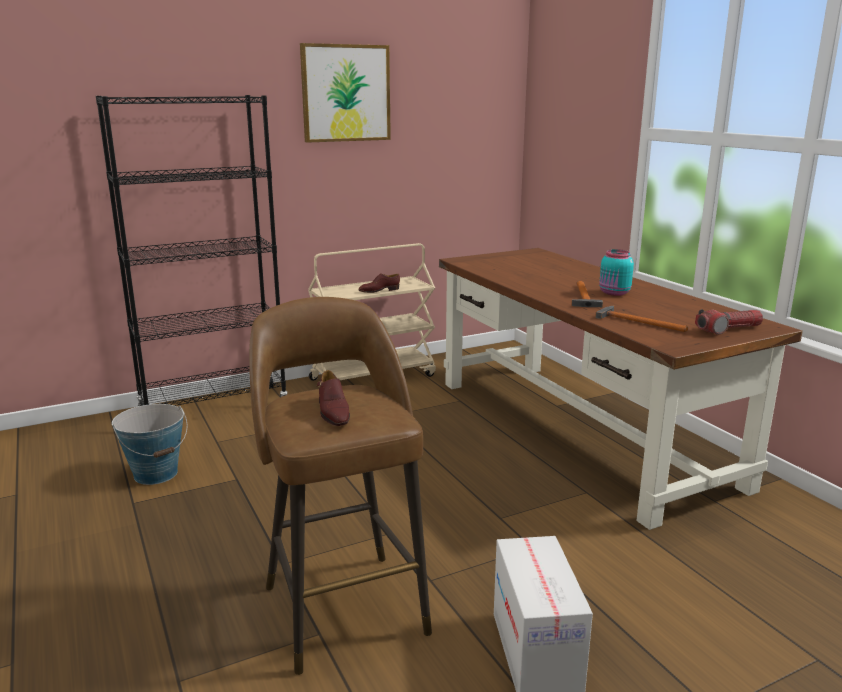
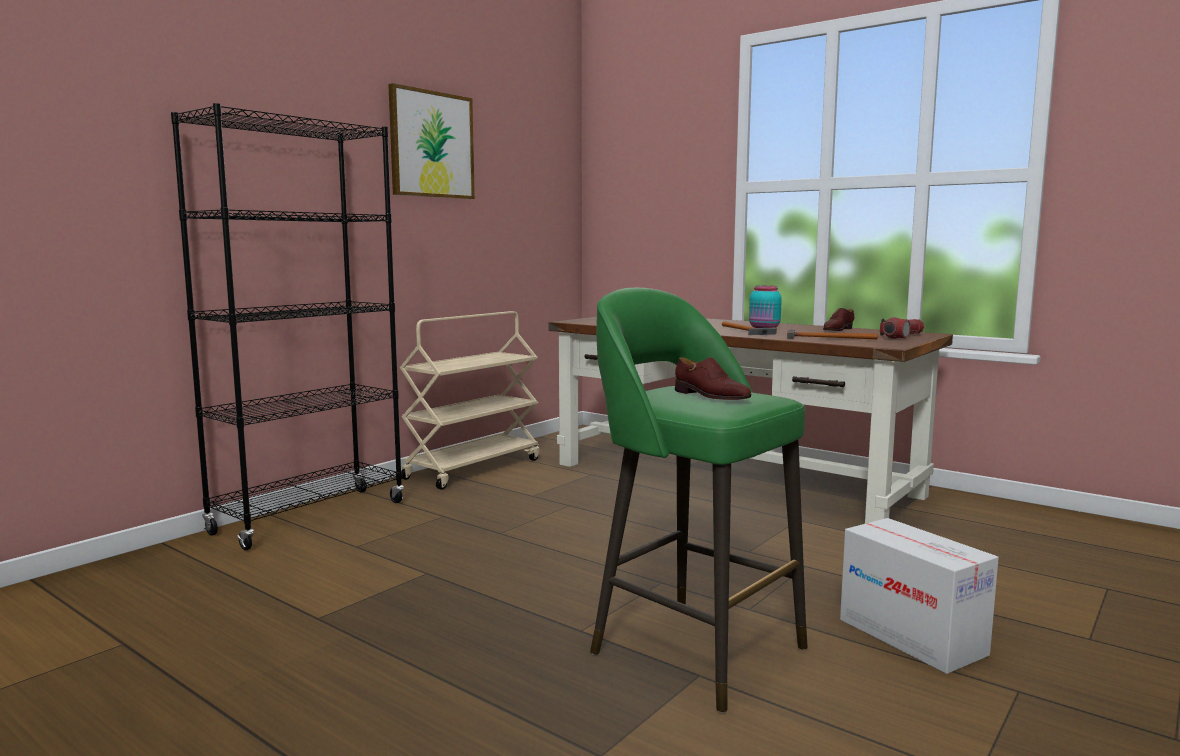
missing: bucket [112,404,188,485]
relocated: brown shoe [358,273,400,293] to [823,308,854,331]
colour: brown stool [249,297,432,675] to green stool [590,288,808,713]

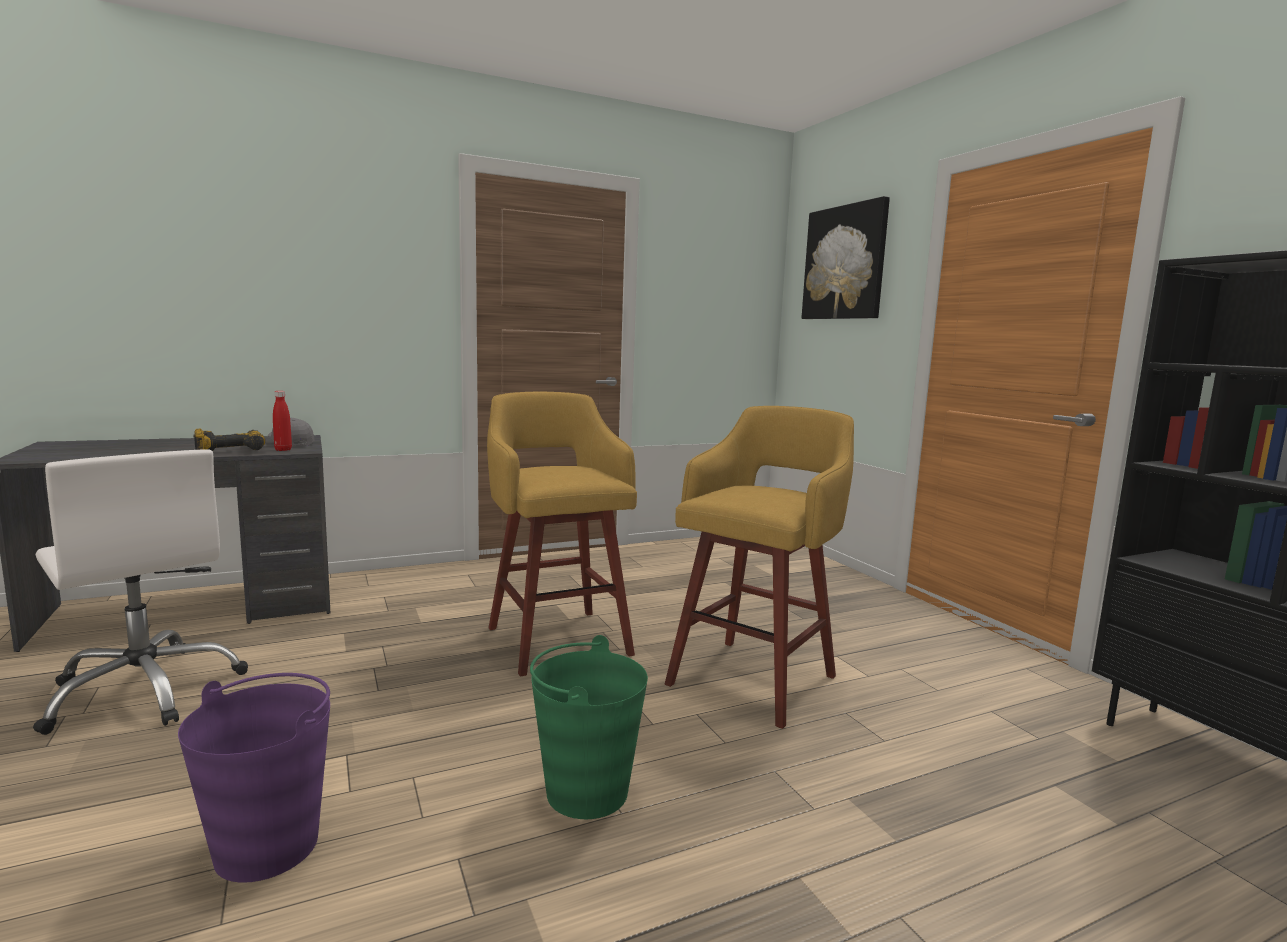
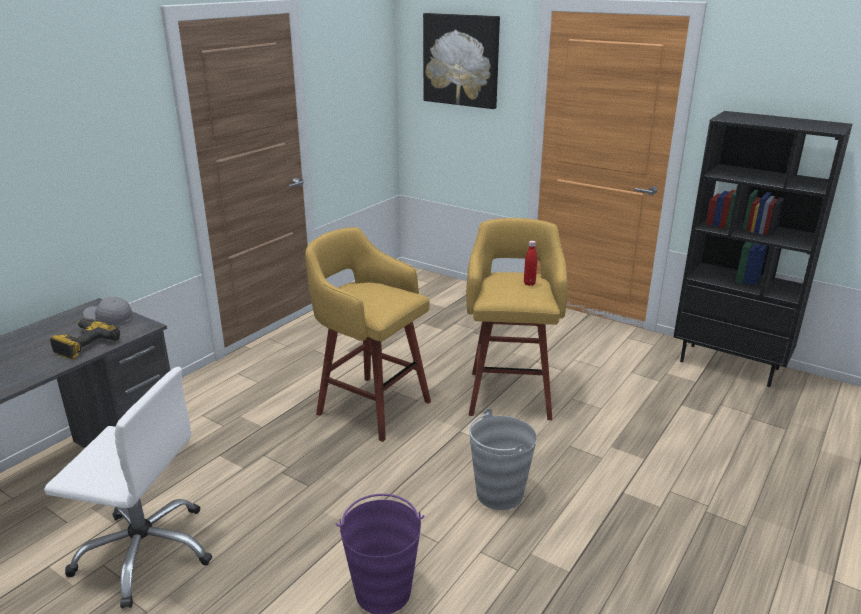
relocated: red bottle [273,391,292,451] to [524,241,537,286]
colour: green bucket [530,635,648,819] to grey bucket [469,409,537,510]

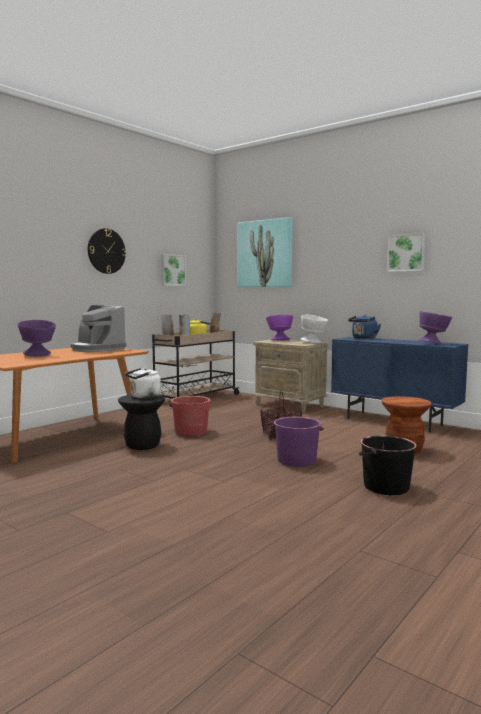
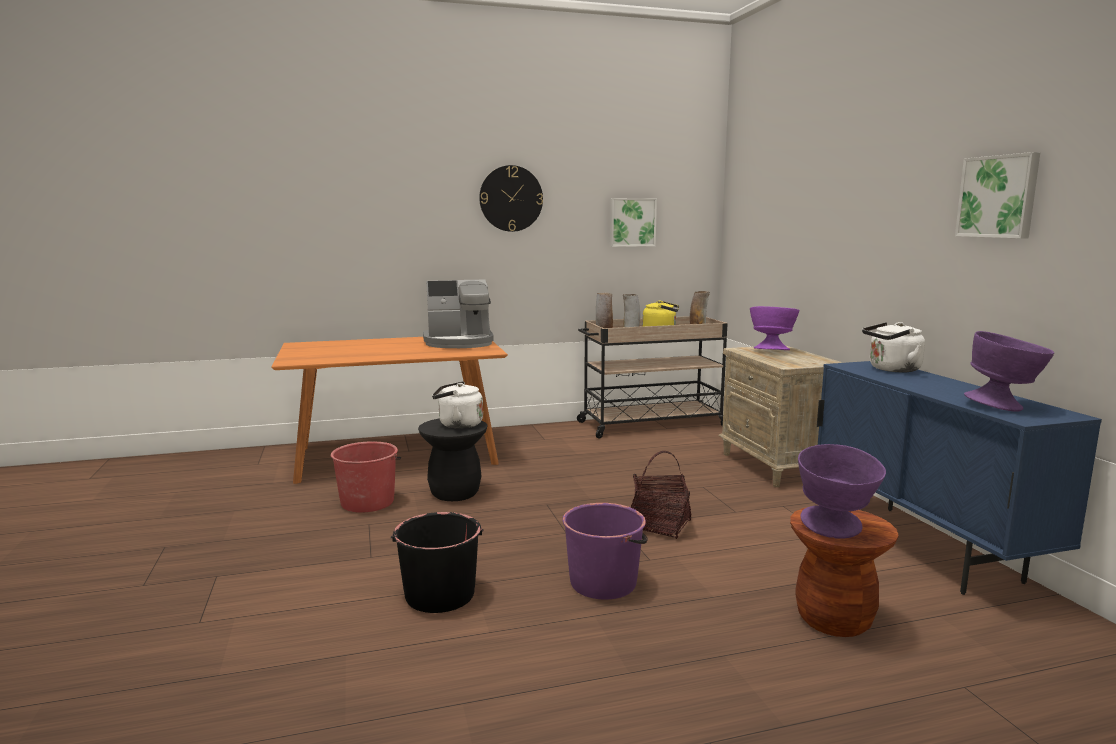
missing: picture [237,217,293,287]; white bowl [301,315,328,343]
relocated: purple bowl [18,320,56,357] to [798,444,886,539]; red bucket [169,396,211,436] to [331,441,401,513]; black bucket [359,435,417,495] to [391,512,484,613]
colour: blue kettle [348,315,381,339] to white kettle [862,322,925,373]
spun: coffee machine [71,305,126,352] = [423,280,494,348] 90 degrees counterclockwise

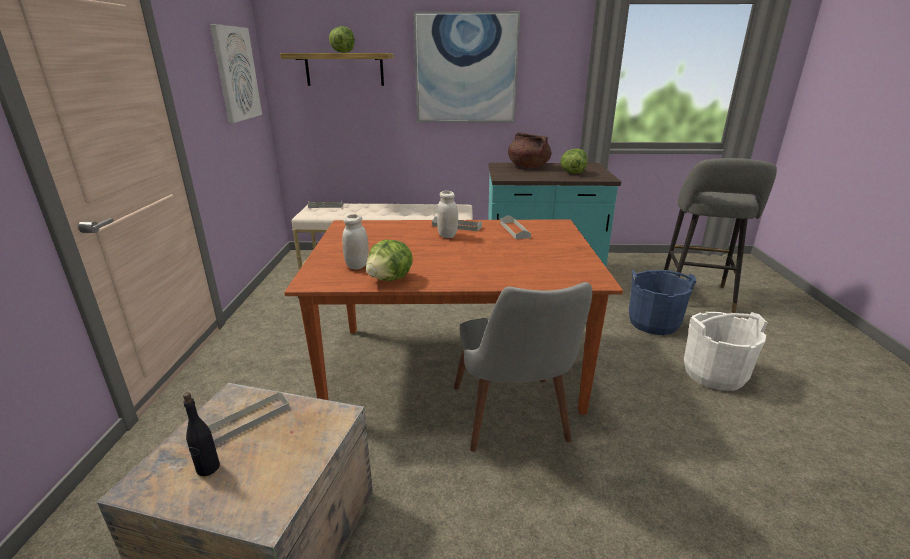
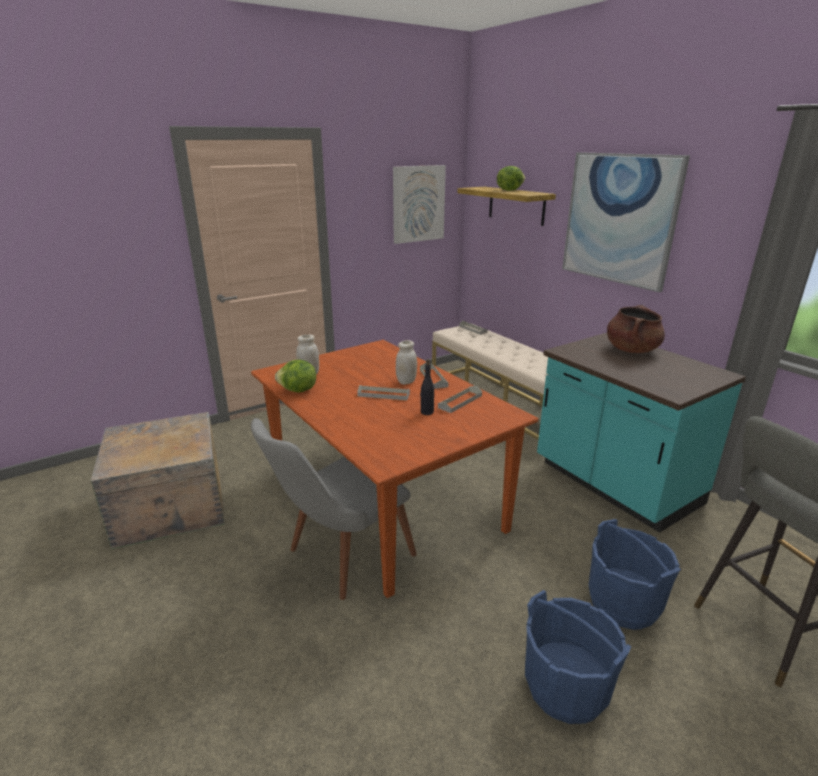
missing: lettuce [561,149,587,174]
relocated: black bottle [183,392,220,476] to [420,359,434,415]; grey tray [208,392,290,446] to [357,385,410,400]
colour: white bucket [684,312,768,391] to blue bucket [525,590,631,724]

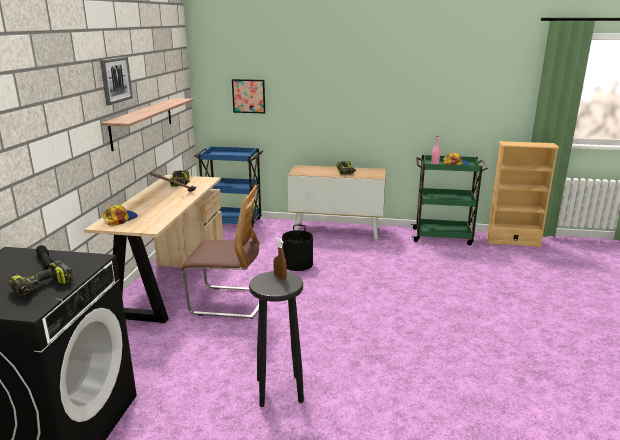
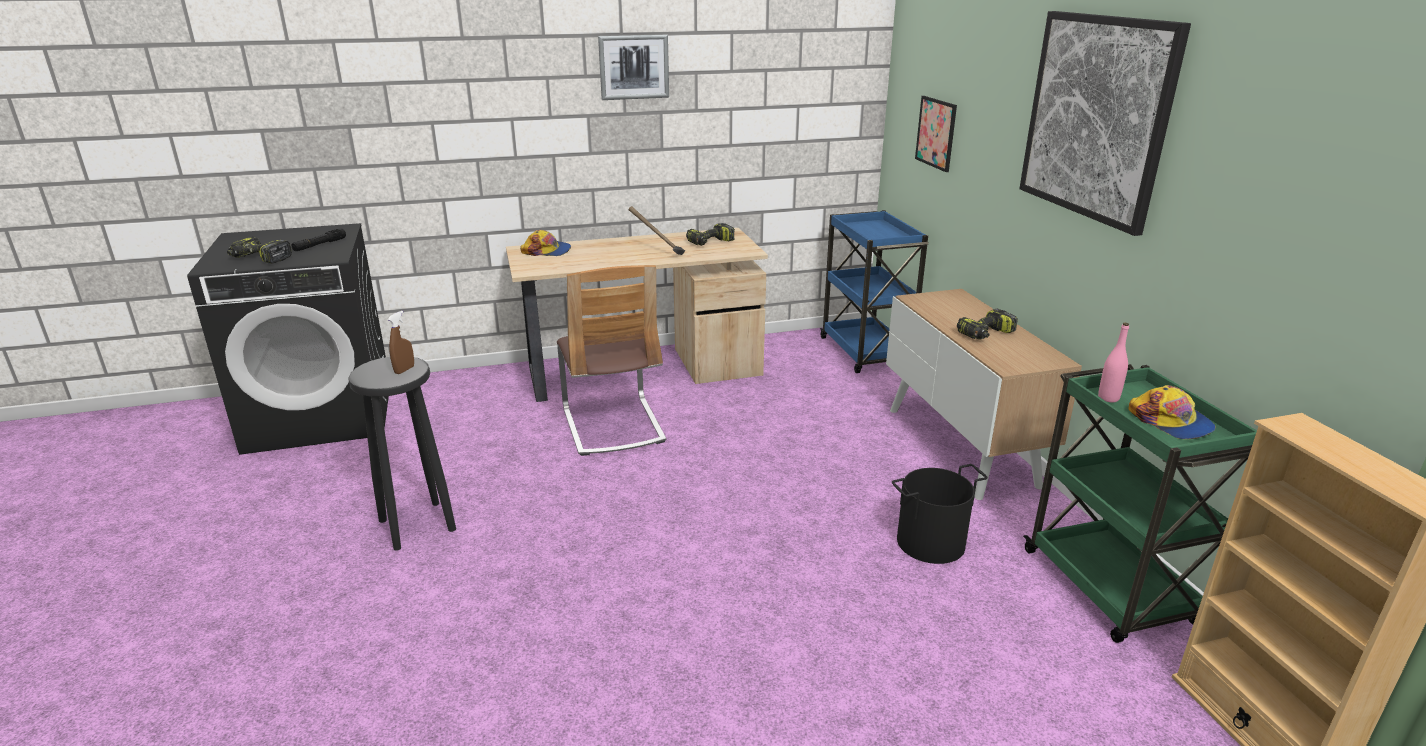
missing: shelf [101,98,193,151]
appeared: picture [1019,11,1191,236]
relocated: black bucket [282,225,313,271] to [892,464,988,564]

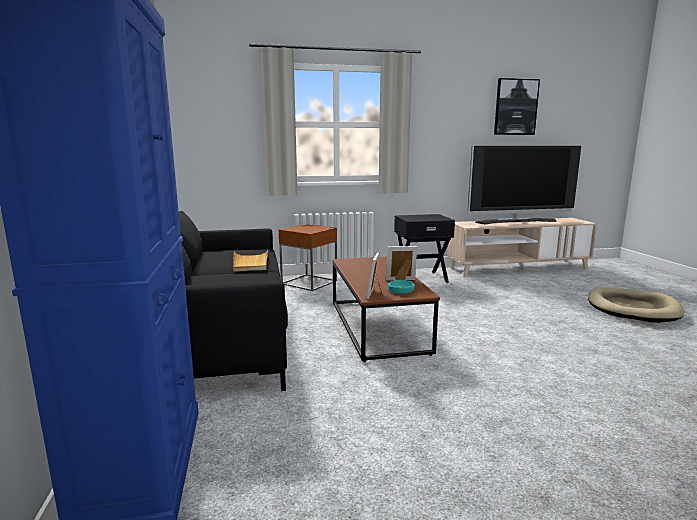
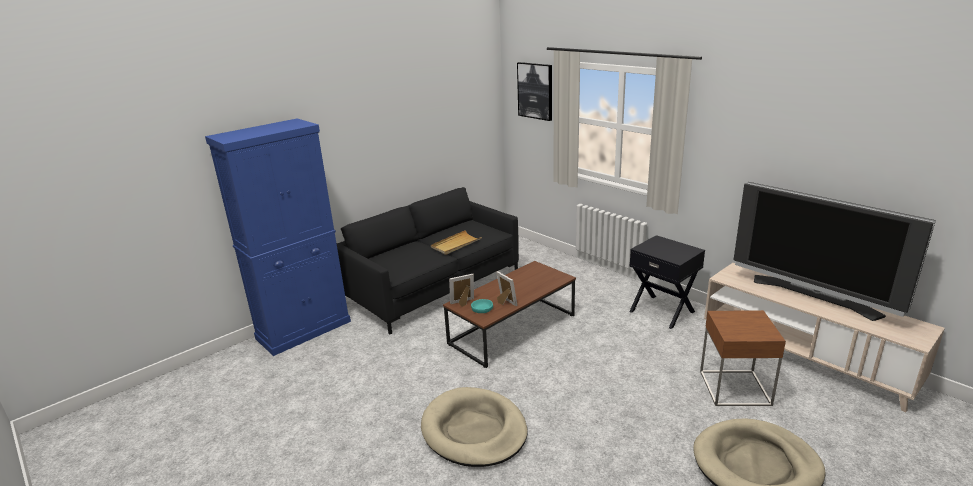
appeared: beige dog bed [421,387,528,467]
relocated: picture [494,78,540,135] to [517,62,552,121]; brown side table [279,224,337,291] to [700,310,786,406]

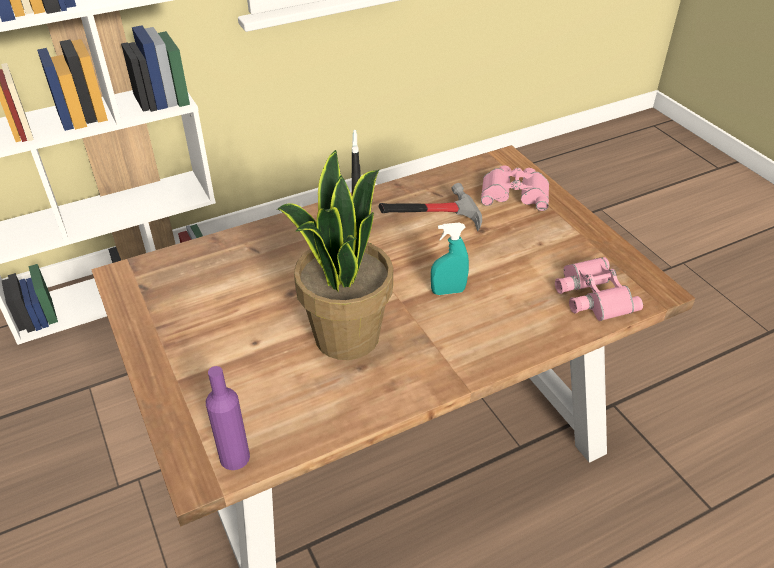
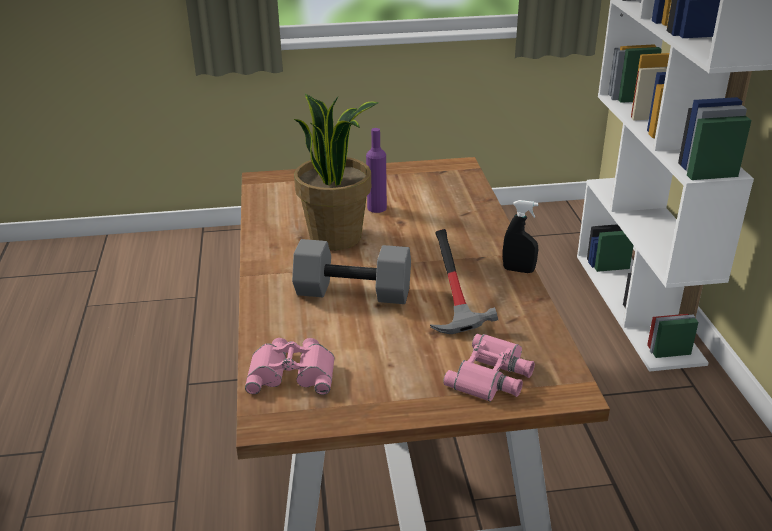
relocated: purple bottle [206,366,250,470] to [366,128,387,213]
exchanged: turquoise spray bottle [431,223,469,295] to grey dumbbell [292,239,411,304]

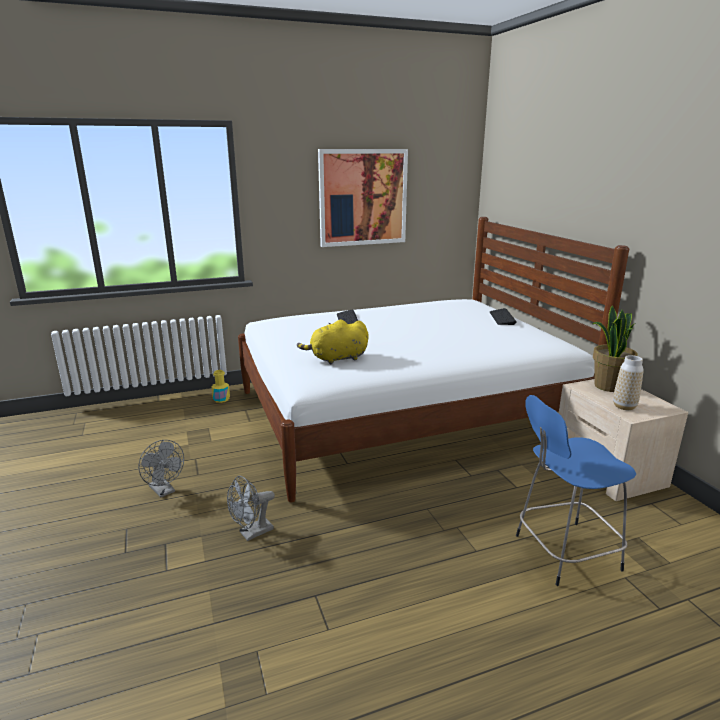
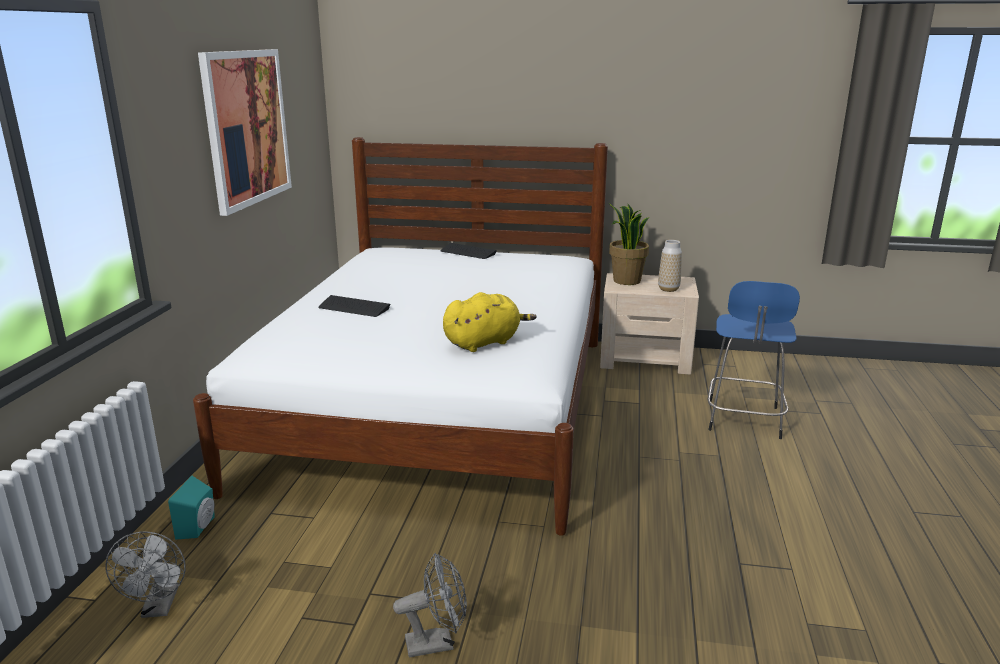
relocated: grey fan [227,476,275,541] to [105,531,186,618]
exchanged: yellow bottle [212,370,230,403] to turquoise speaker [168,476,215,540]
spun: yellow plush toy [297,320,368,364] = [443,292,536,352] 135 degrees counterclockwise

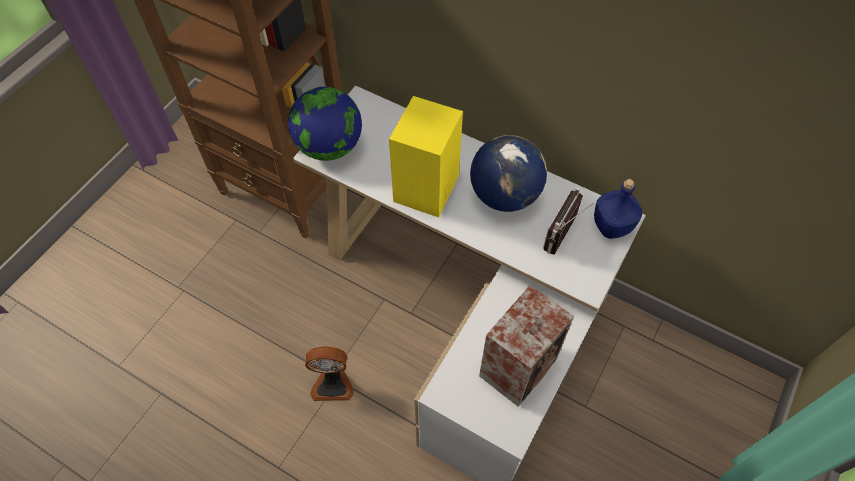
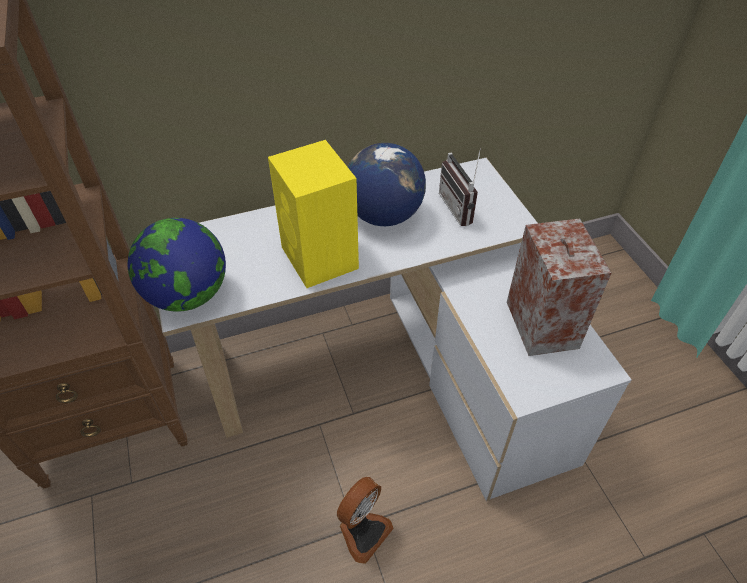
missing: blue bottle [594,179,642,239]

